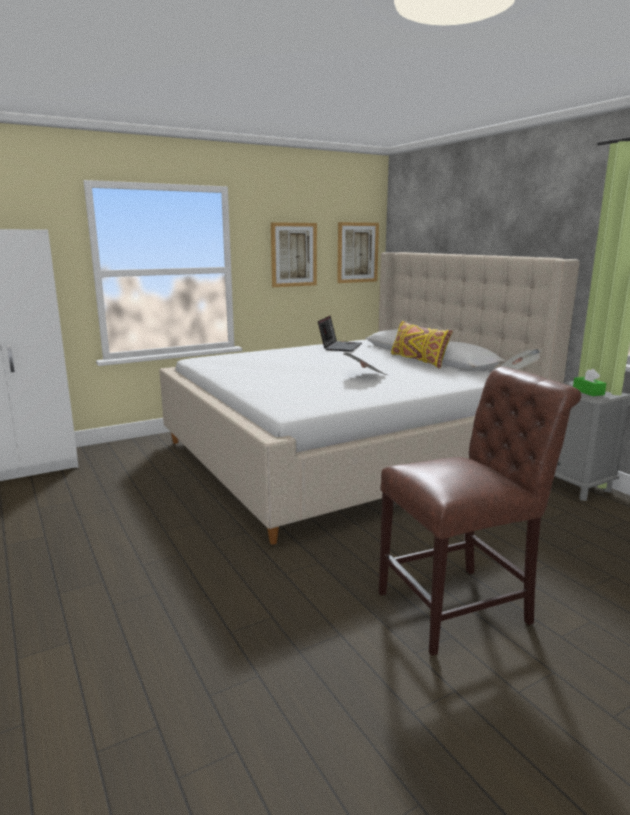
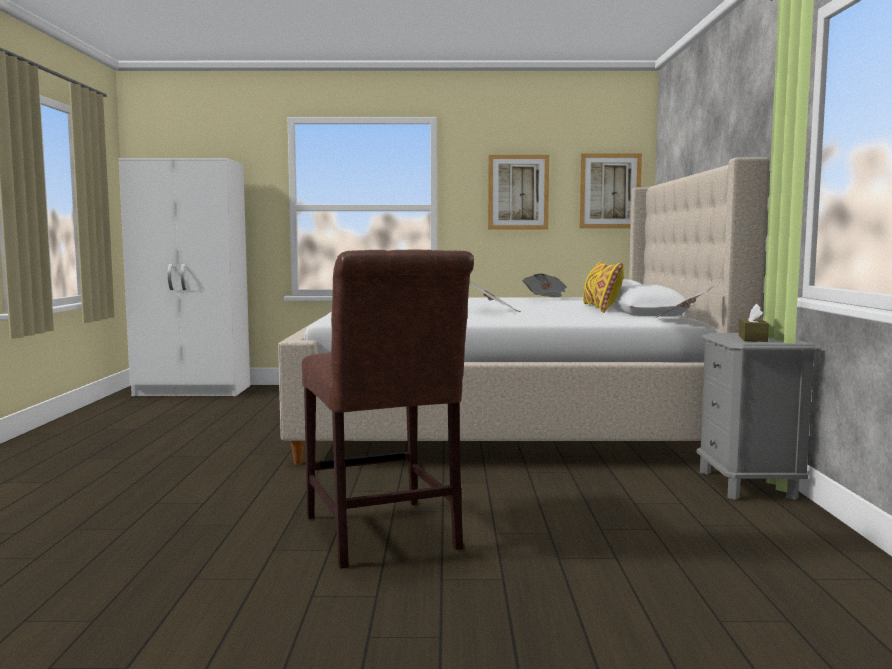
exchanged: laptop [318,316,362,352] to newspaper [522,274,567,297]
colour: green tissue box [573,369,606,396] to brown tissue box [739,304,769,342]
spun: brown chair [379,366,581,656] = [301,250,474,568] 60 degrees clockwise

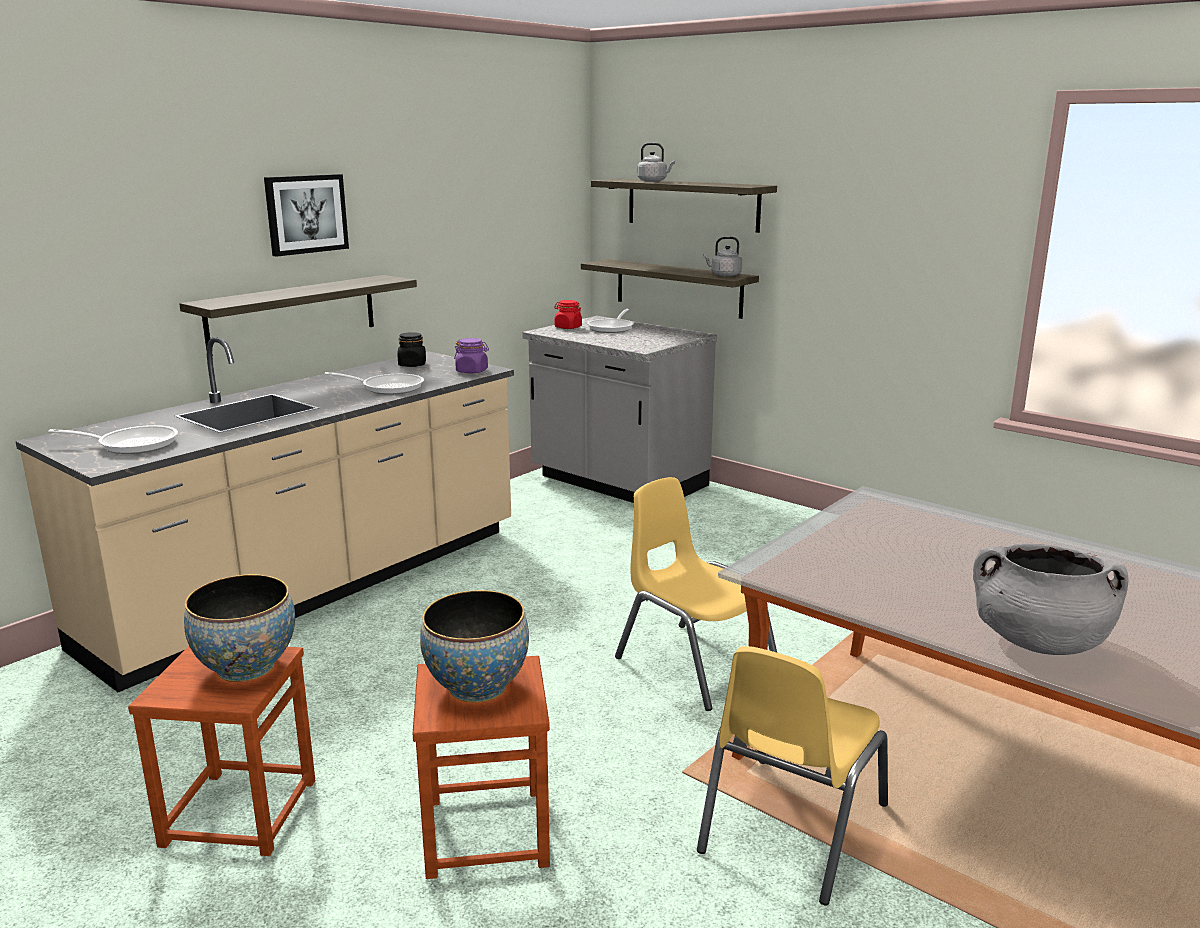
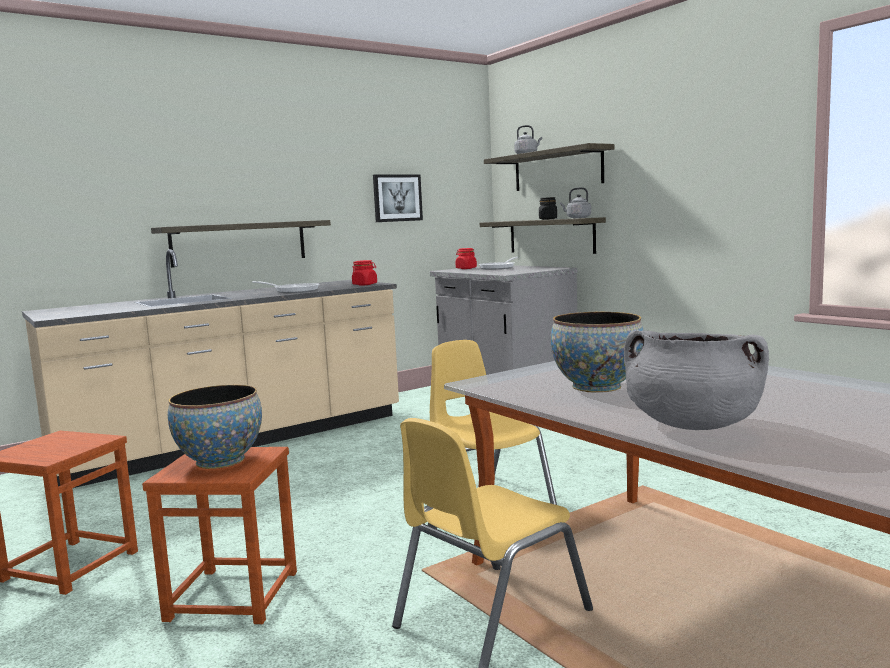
missing: frying pan [48,425,178,454]
relocated: picture [264,174,349,257] to [373,174,423,222]; black jar [398,332,426,367] to [539,197,557,220]; bowl [184,574,295,682] to [551,312,644,393]
colour: purple jar [454,338,489,373] to red jar [352,260,377,286]

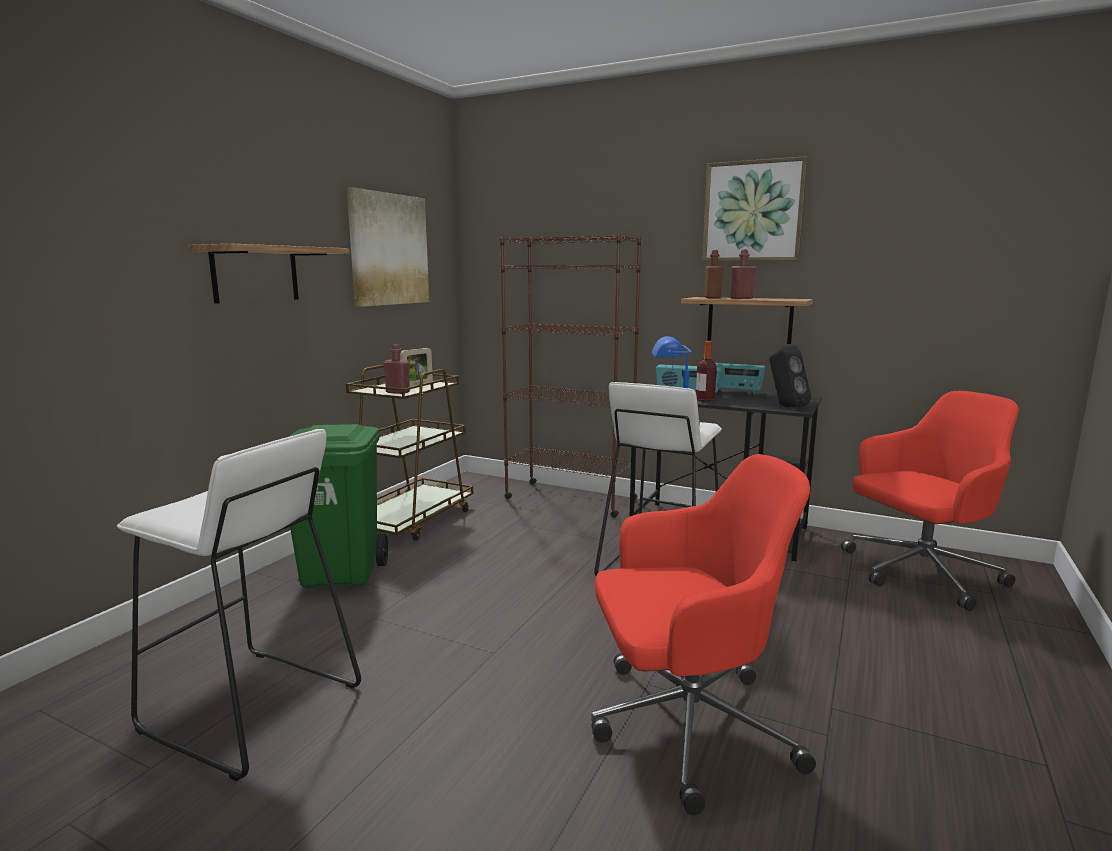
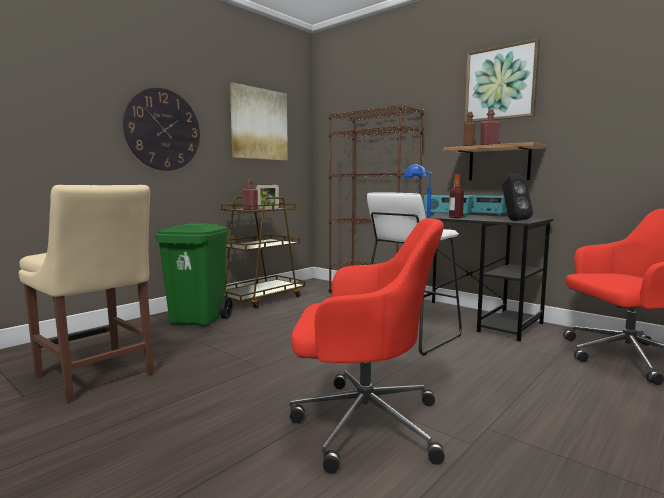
exchanged: shelf [188,244,349,304] to wall clock [123,88,200,171]; white stool [117,429,361,781] to beige chair [19,185,154,403]

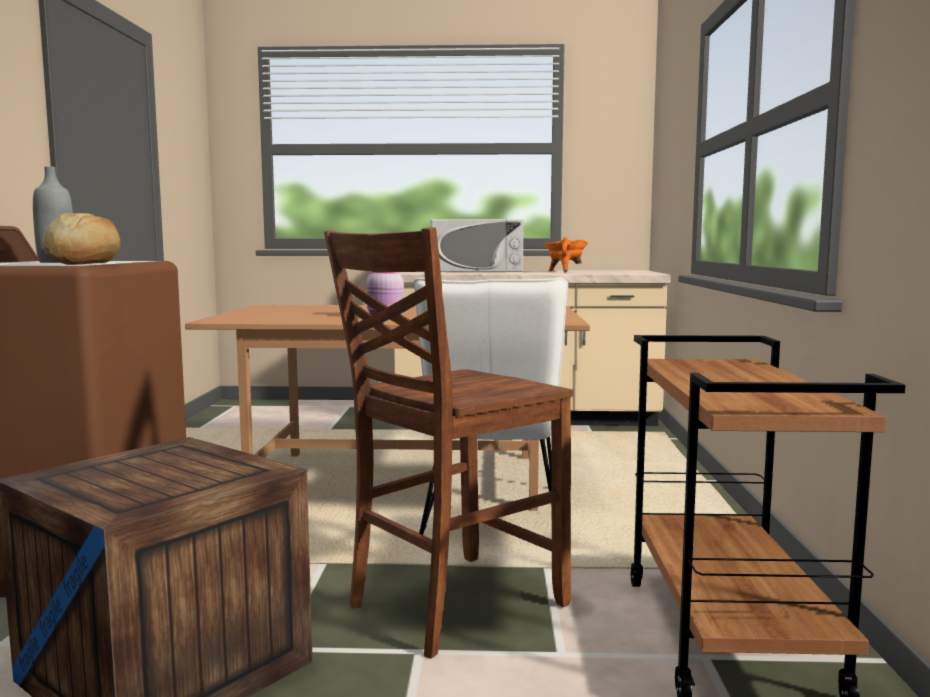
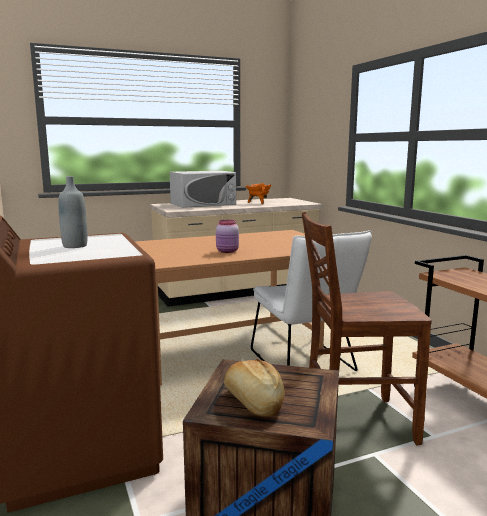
relocated: bread [43,213,120,265] to [224,359,285,417]
spun: brown chair [324,227,572,659] = [302,212,432,445] 60 degrees clockwise

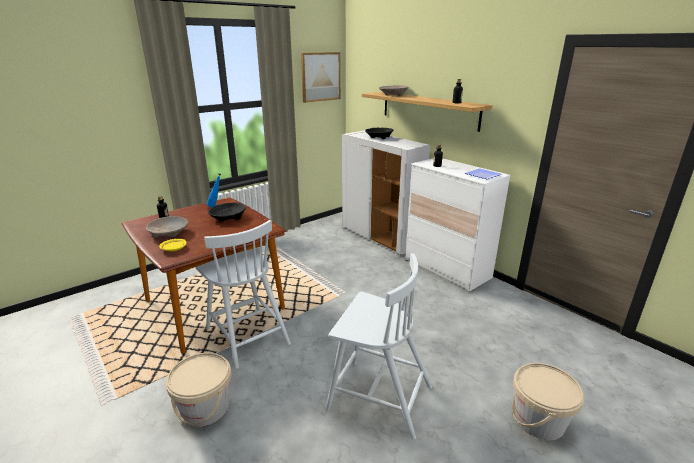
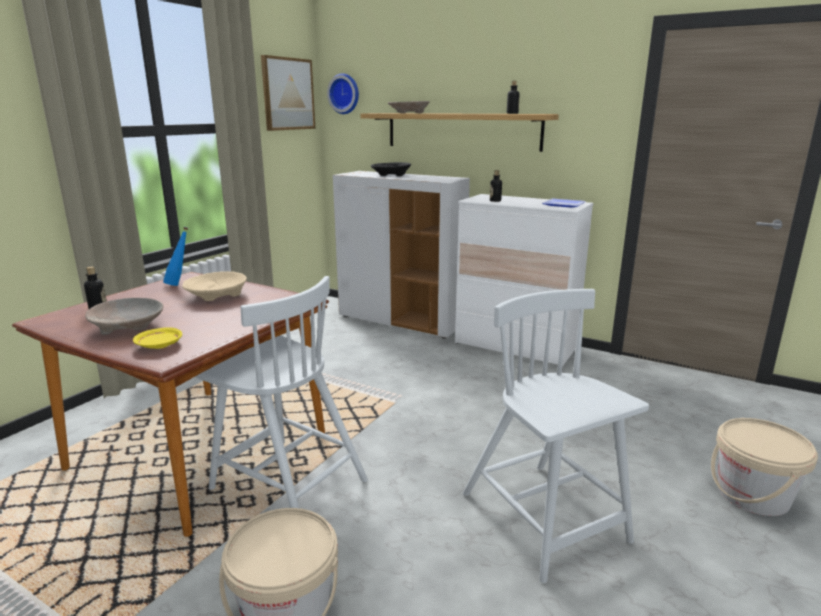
appeared: wall clock [327,73,359,114]
colour: black bowl [208,203,246,222] to beige bowl [182,271,247,301]
spun: white chair [326,253,432,440] = [463,289,649,583] 120 degrees counterclockwise

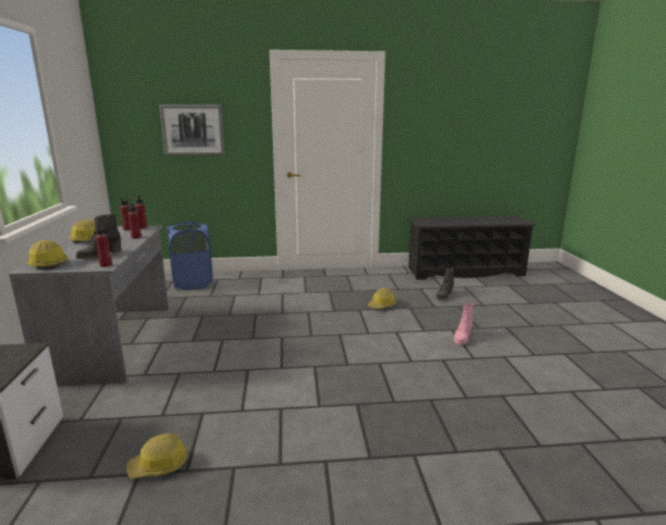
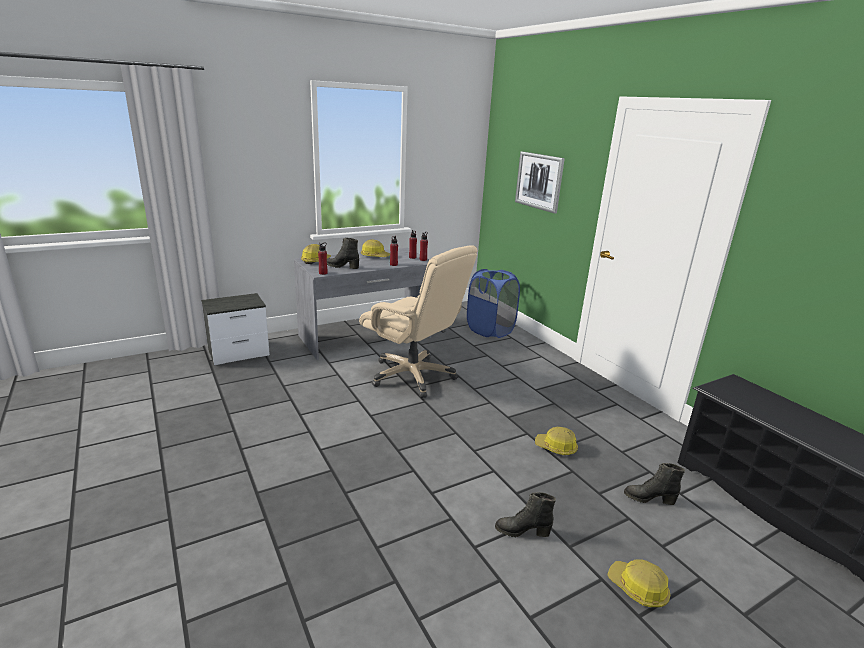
appeared: beige office chair [359,245,477,398]
relocated: hard hat [126,434,188,479] to [607,559,670,607]
colour: pink boot [454,303,473,345] to black boot [495,492,556,537]

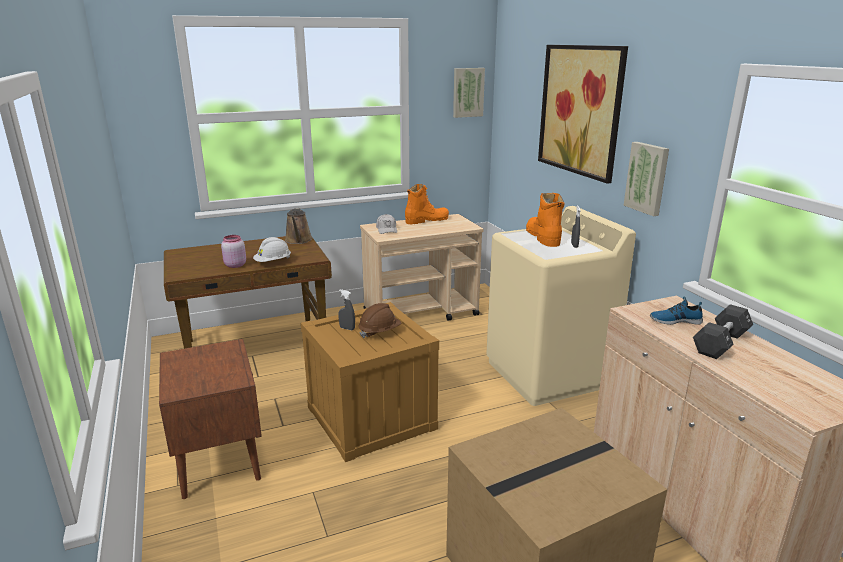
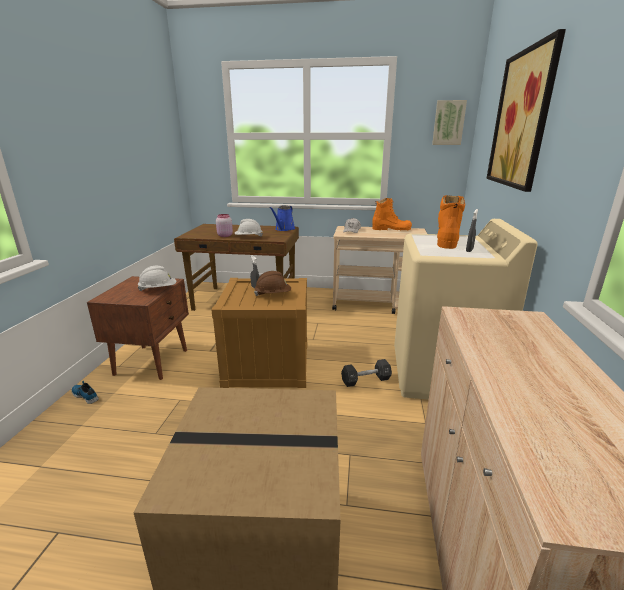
missing: picture [623,142,669,216]
appeared: white hard hat [137,266,176,291]
relocated: shoe [650,297,703,325] to [71,381,99,404]; black dumbbell [693,304,753,359] to [341,359,392,387]
colour: brown watering can [285,208,313,244] to blue watering can [269,205,295,231]

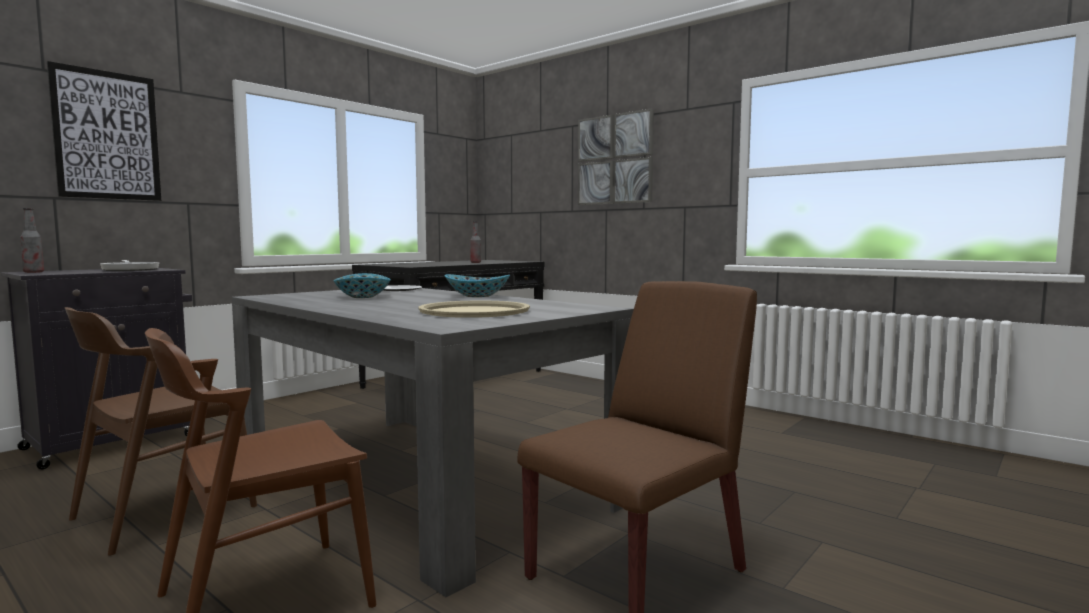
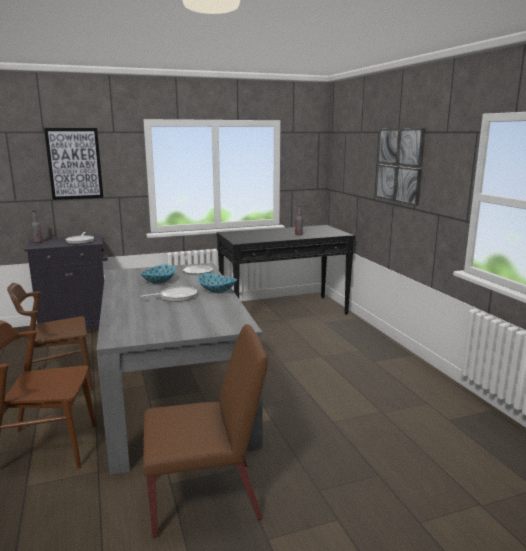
missing: beige tray [419,300,530,318]
appeared: frying pan [140,286,197,302]

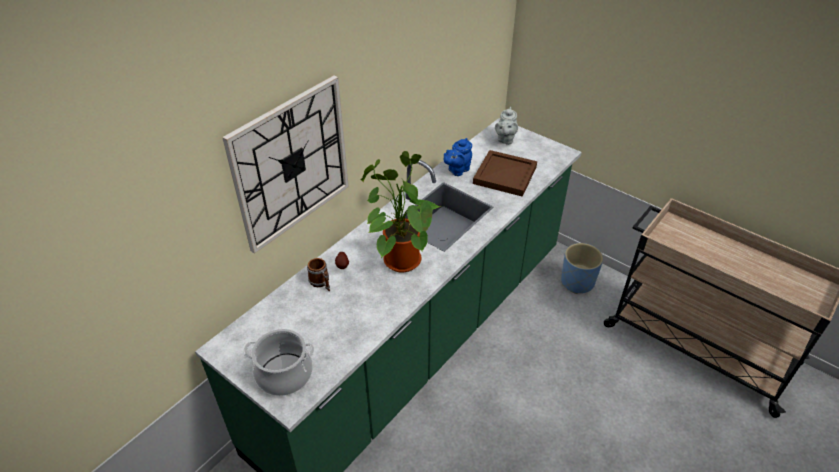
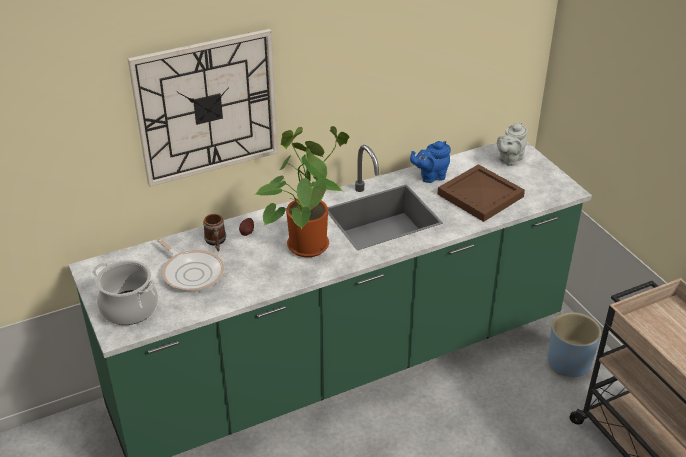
appeared: frying pan [157,238,224,292]

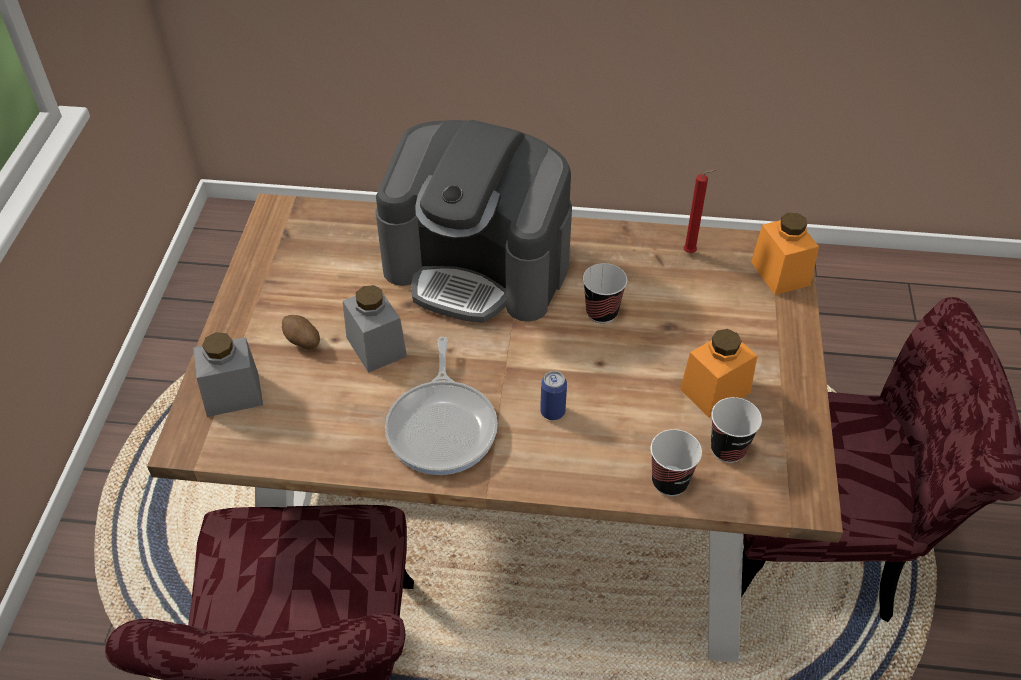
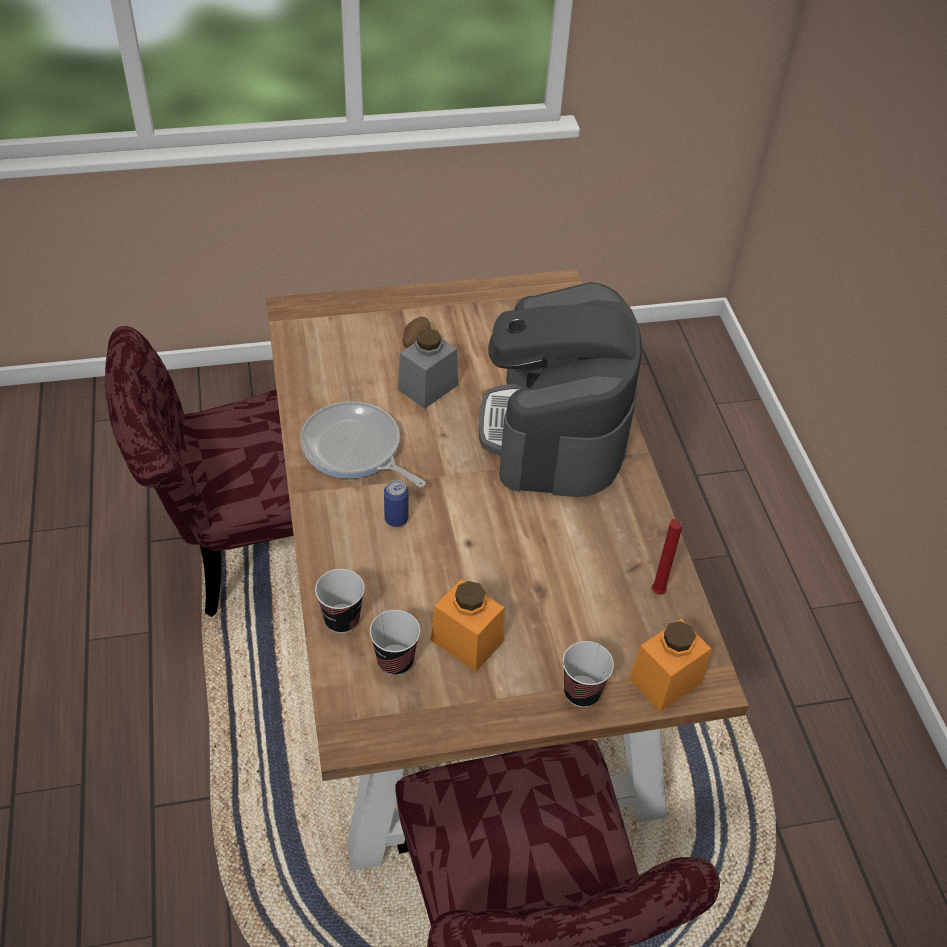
missing: grey jar [193,332,263,417]
relocated: cup [583,263,627,324] to [563,641,614,707]
spun: frying pan [385,336,498,475] = [300,401,426,488] 60 degrees clockwise

